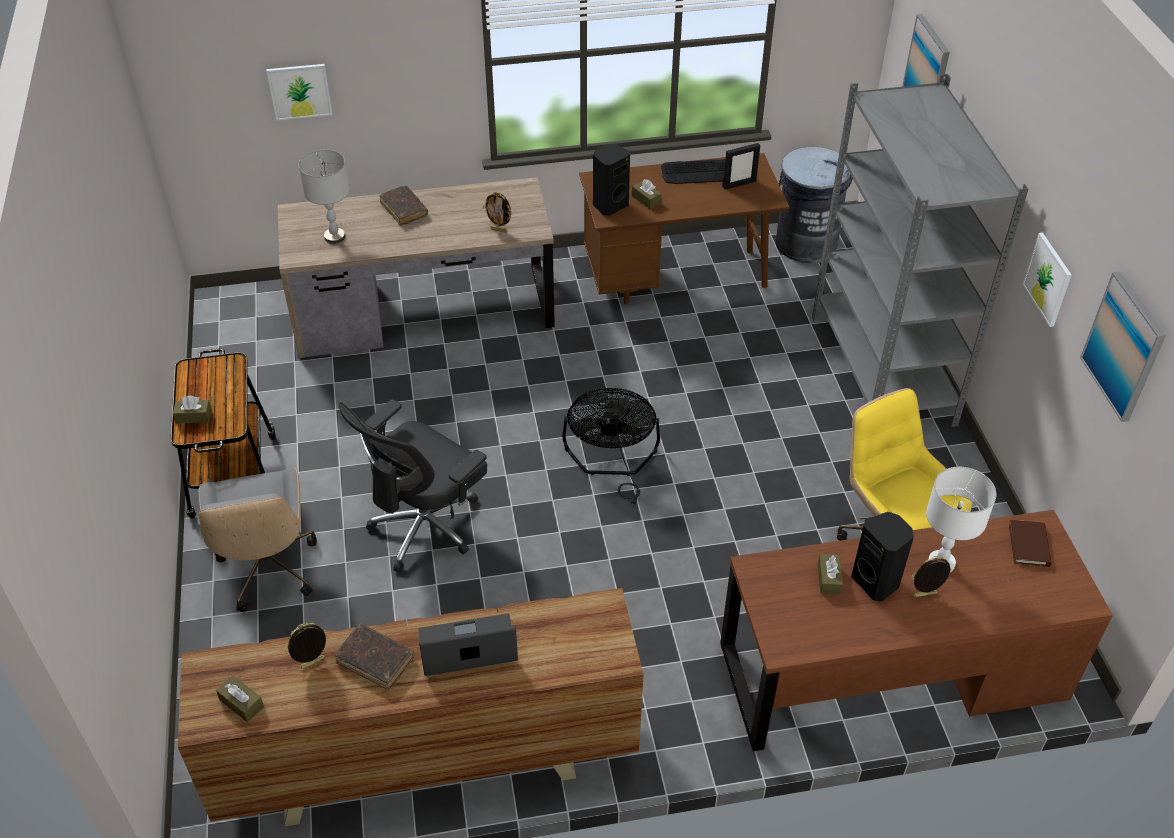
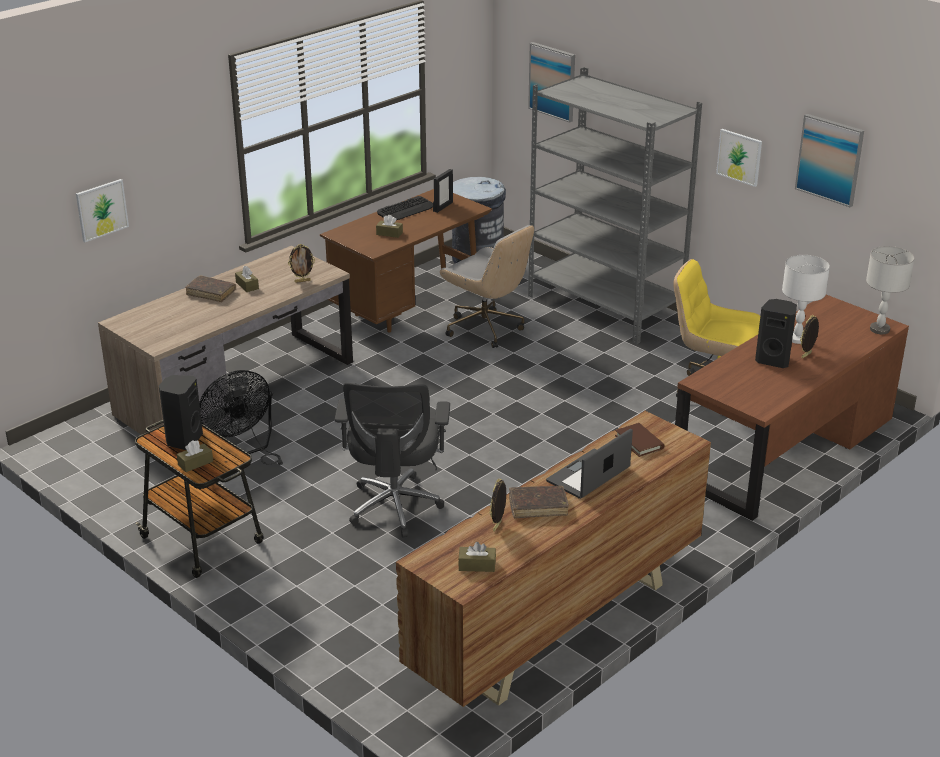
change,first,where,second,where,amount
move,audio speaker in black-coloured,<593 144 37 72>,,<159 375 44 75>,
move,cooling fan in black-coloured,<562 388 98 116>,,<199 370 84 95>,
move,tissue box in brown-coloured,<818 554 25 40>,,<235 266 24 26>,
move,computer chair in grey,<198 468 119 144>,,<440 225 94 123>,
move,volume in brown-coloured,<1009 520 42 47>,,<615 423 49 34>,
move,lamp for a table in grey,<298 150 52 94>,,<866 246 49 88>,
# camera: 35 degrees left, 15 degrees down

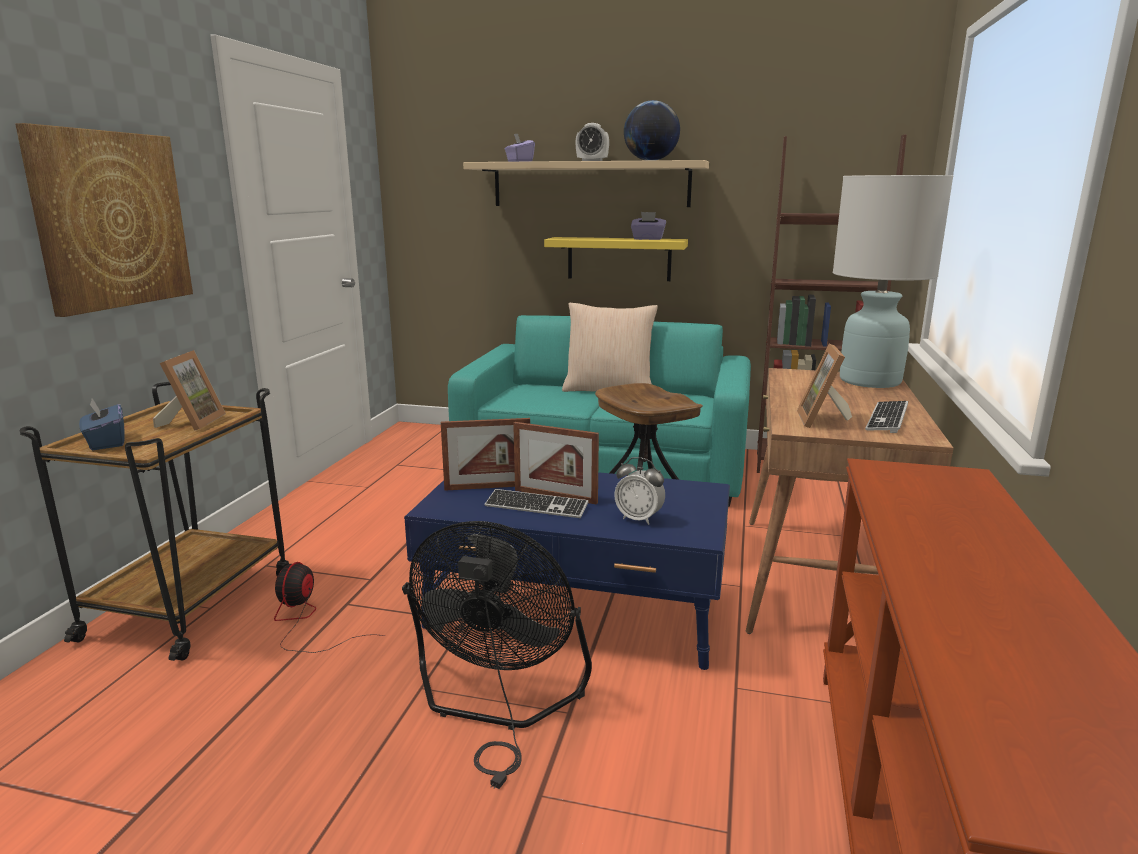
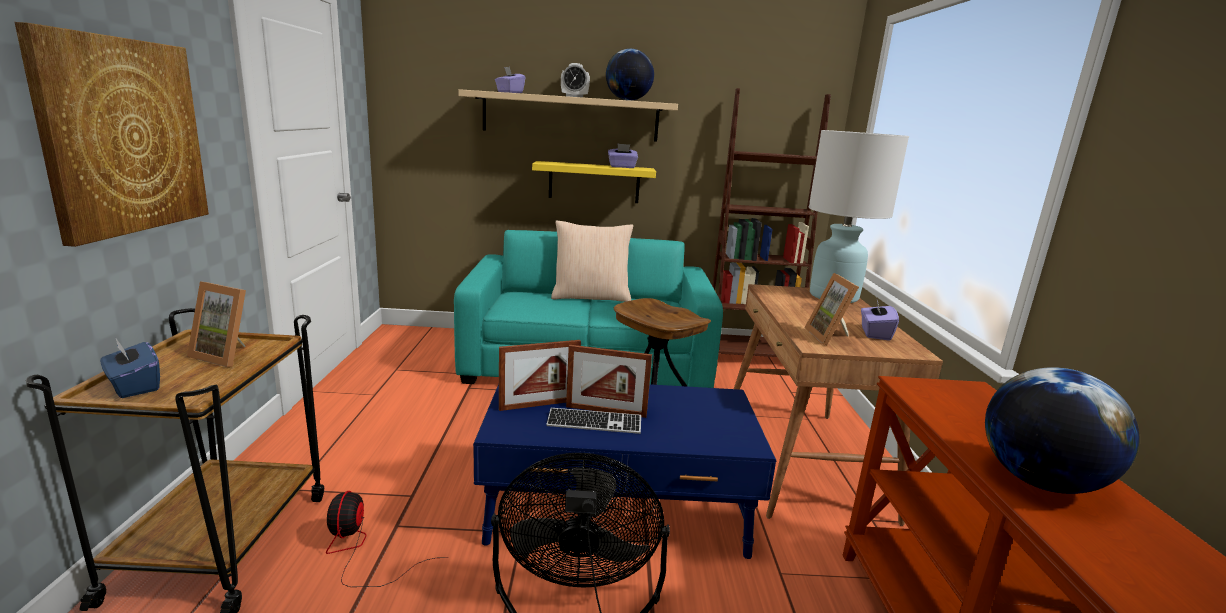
change,first,where,second,where,amount
rotate,photo frame,<153 350 73 81>,,<187 282 59 85>,120 degrees clockwise
replace,PC keyboard,<865 401 43 32>,tissue box in purplish,<861 301 38 40>,
insert,,,desk globe,<985 367 154 127>,
delete,table clock,<614 457 51 68>,,,
# camera: 15 degrees left, 0 degrees up

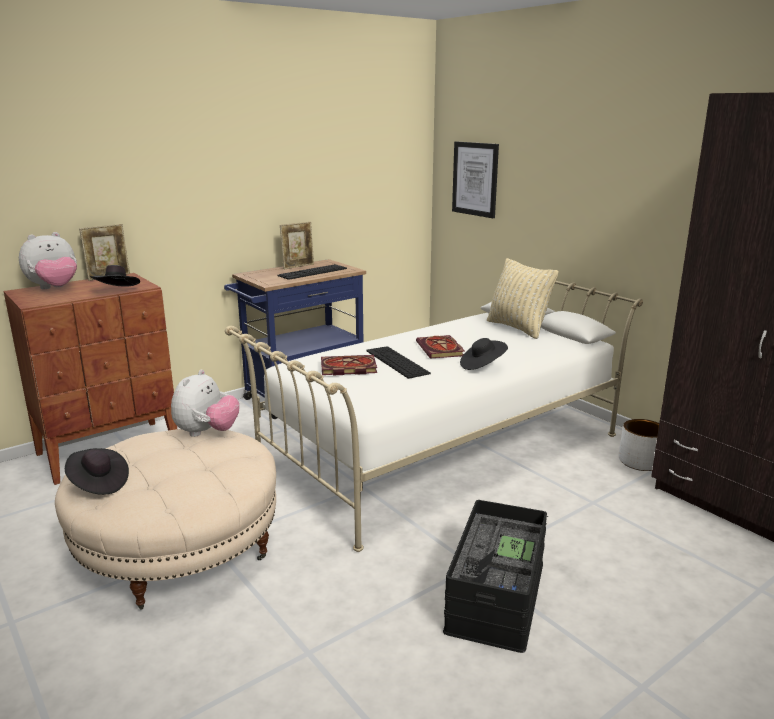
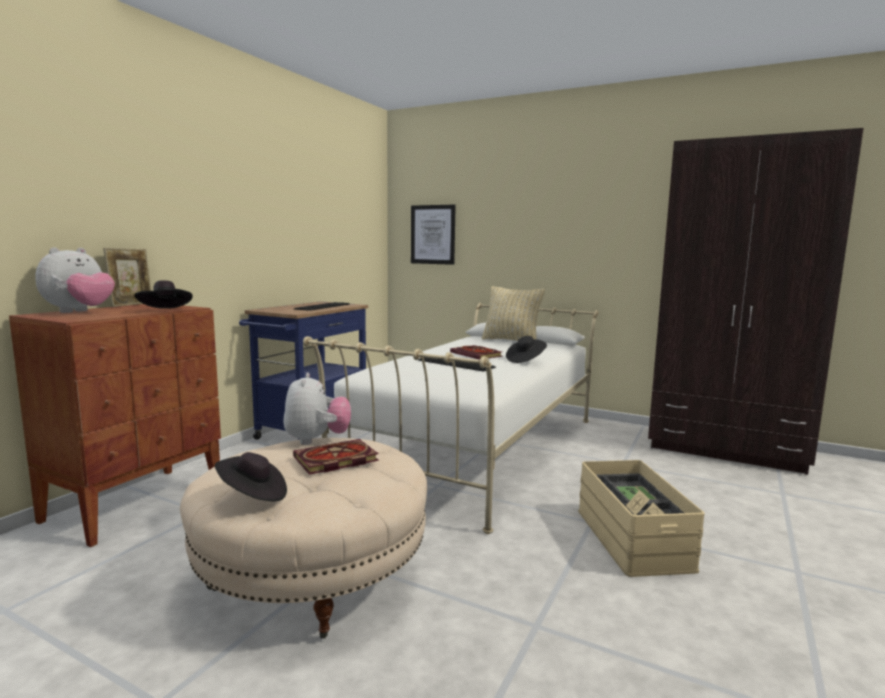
change,first,where,second,where,amount
move,volume,<321 355 56 20>,,<293 439 86 36>,
recolor,storage container in black-coloured,<443 500 105 153>,storage container in beige-coloured,<578 460 127 117>,
delete,photo frame,<280 222 34 47>,,,
delete,plant pot in white-coloured,<619 419 40 52>,,,
# camera: 25 degrees left, 10 degrees down

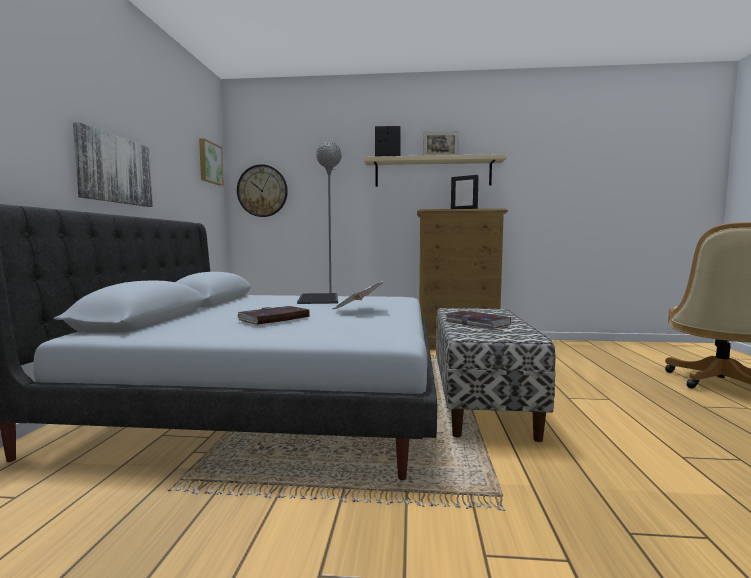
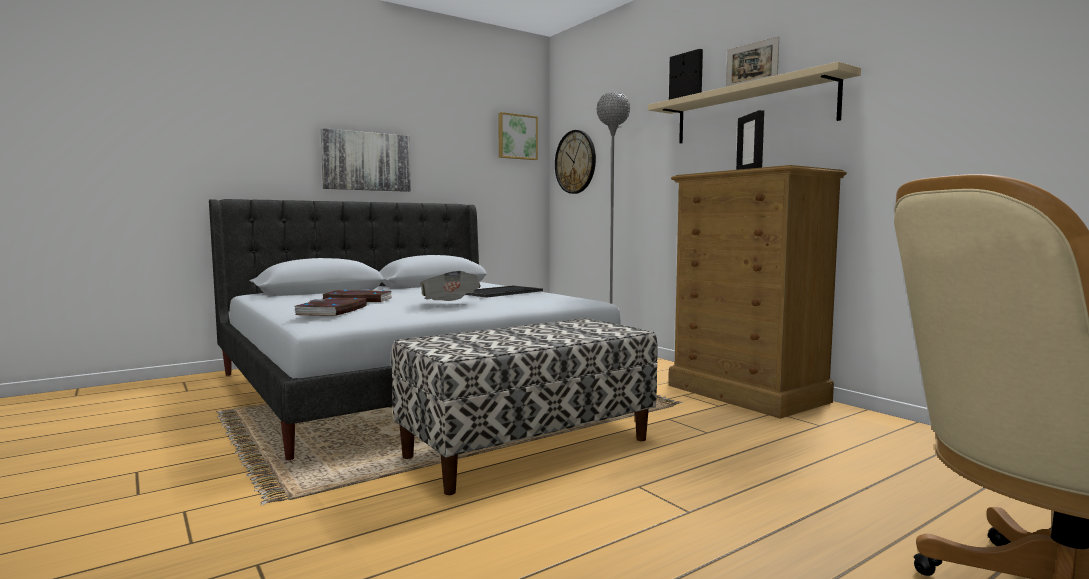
change,first,where,second,where,amount
move,volume,<444 311 67 18>,,<293 298 74 18>,
# camera: 50 degrees right, 0 degrees up

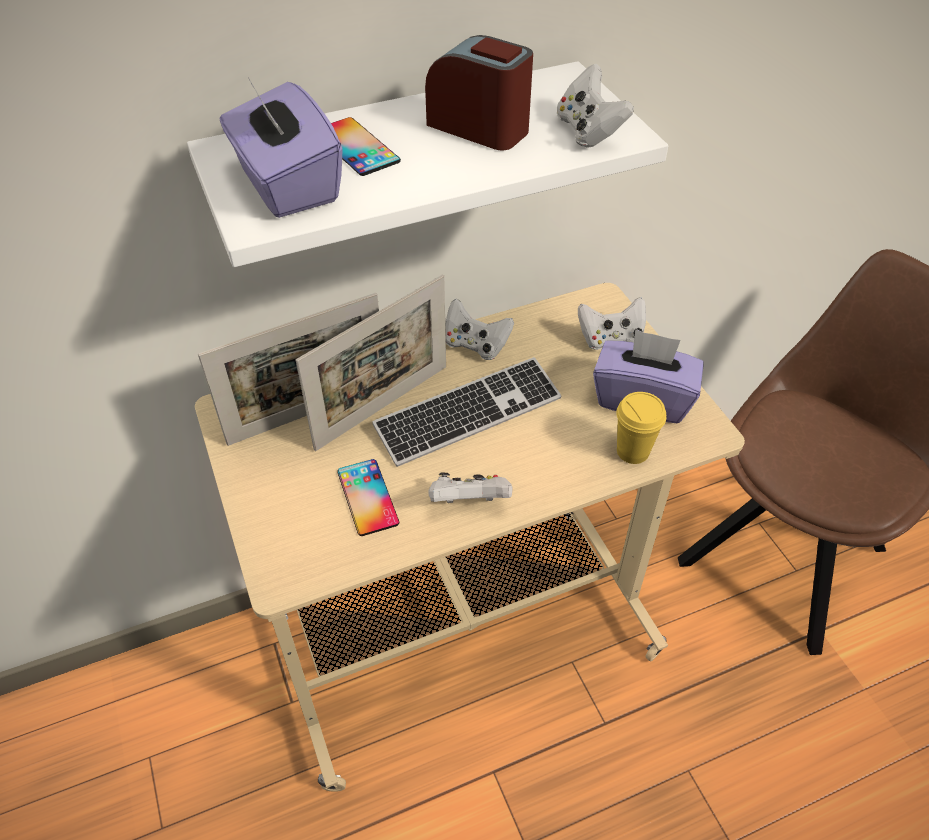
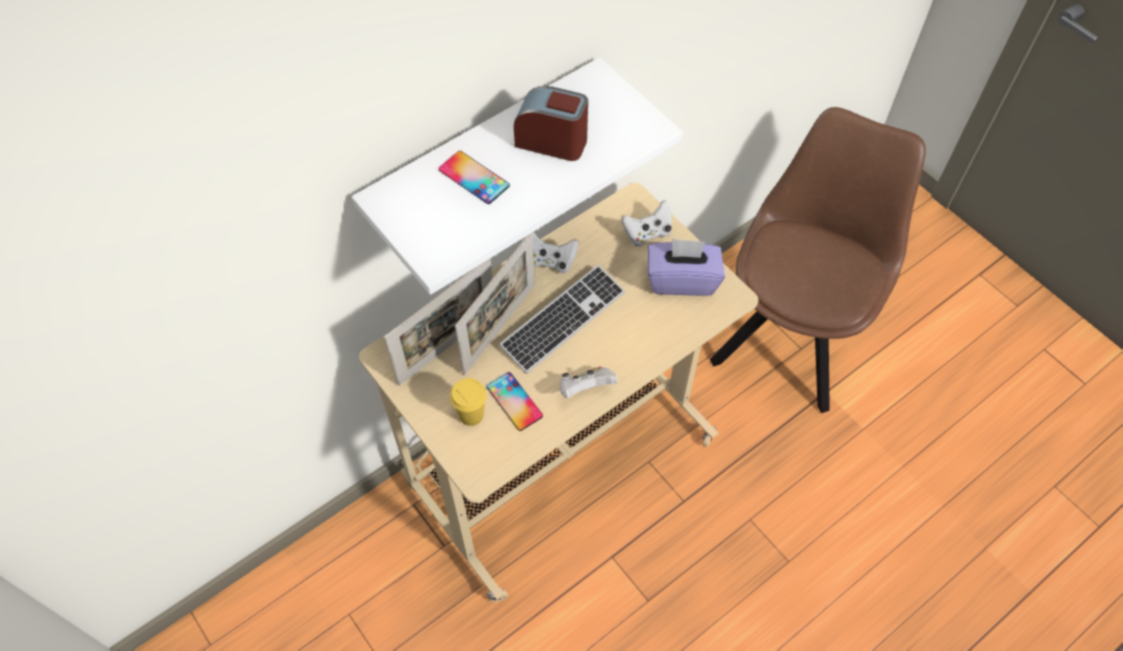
change,first,where,second,where,amount
move,drinking cup in yellowish,<616 392 50 72>,,<450 378 37 48>,
delete,tissue box in purplish,<219 78 124 140>,,,
delete,gamepad in white-coloured,<557 64 77 84>,,,
# camera: 15 degrees left, 10 degrees up

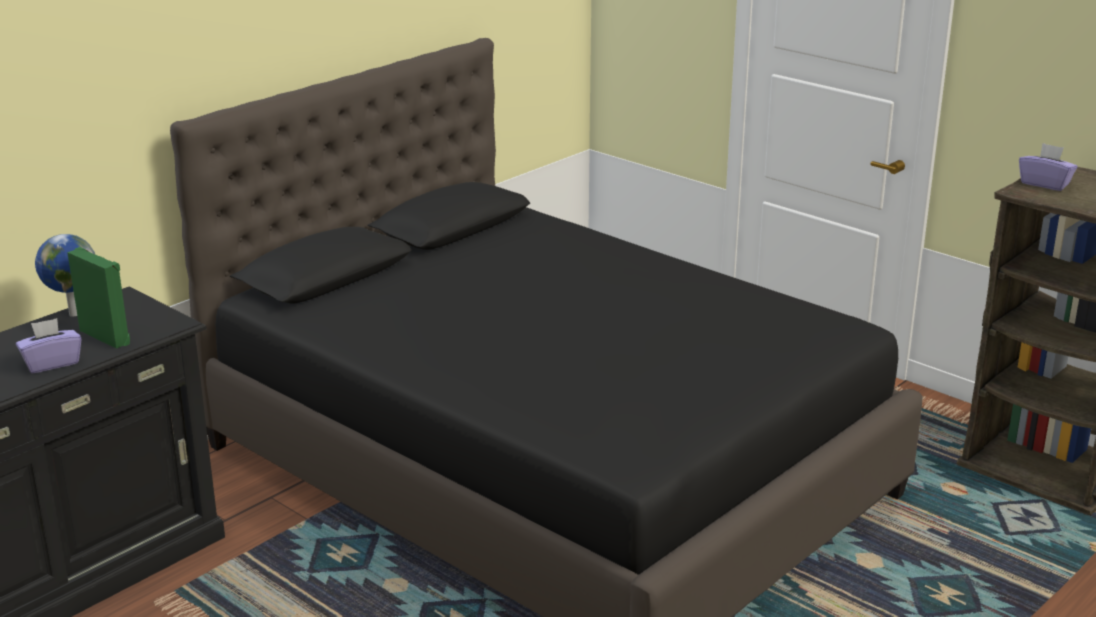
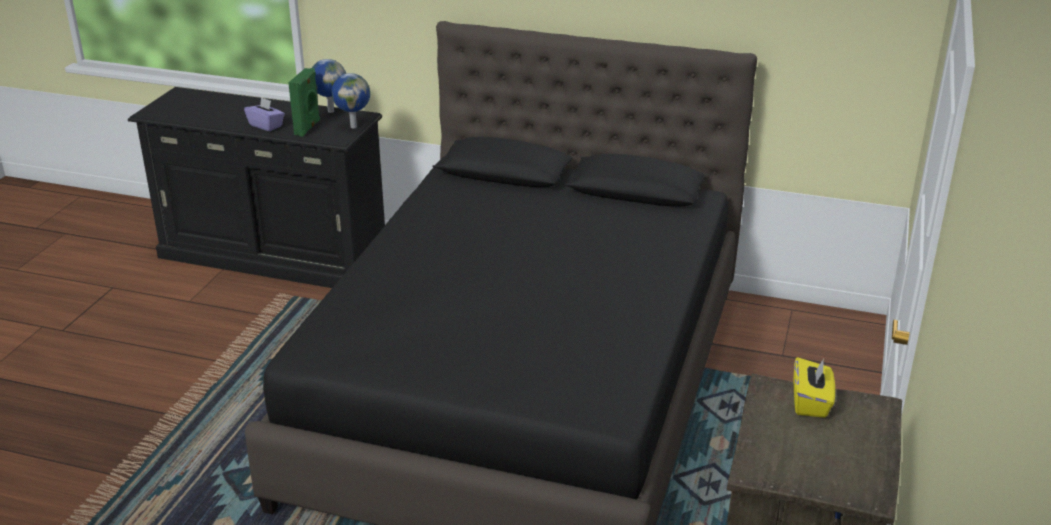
change,first,where,second,where,amount
insert,,,desk globe,<332 73 38 55>,
recolor,tissue box in purplish,<1019 143 59 48>,tissue box in yellowish,<794 357 41 61>,
# camera: 65 degrees right, 5 degrees up

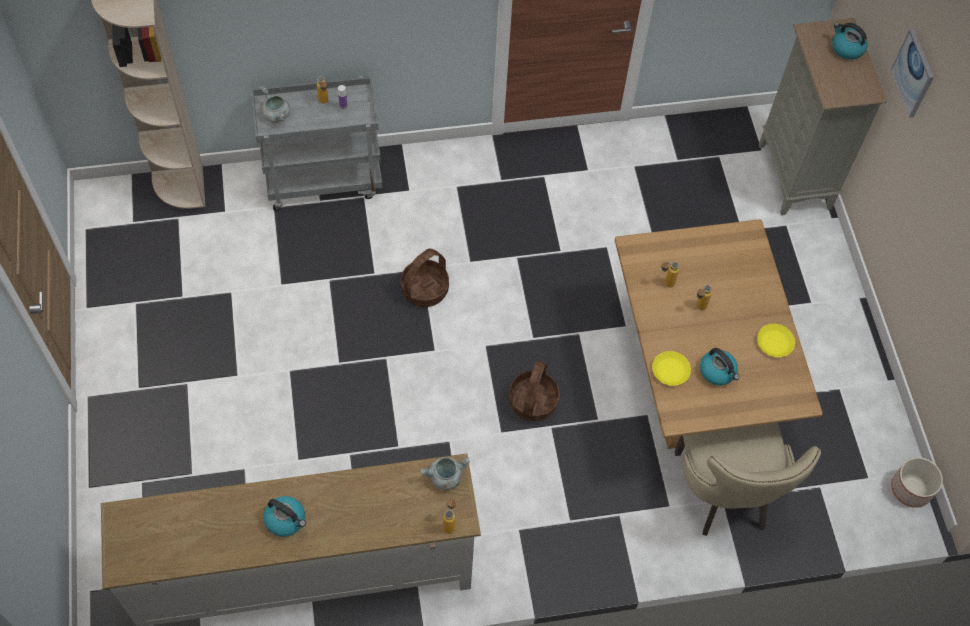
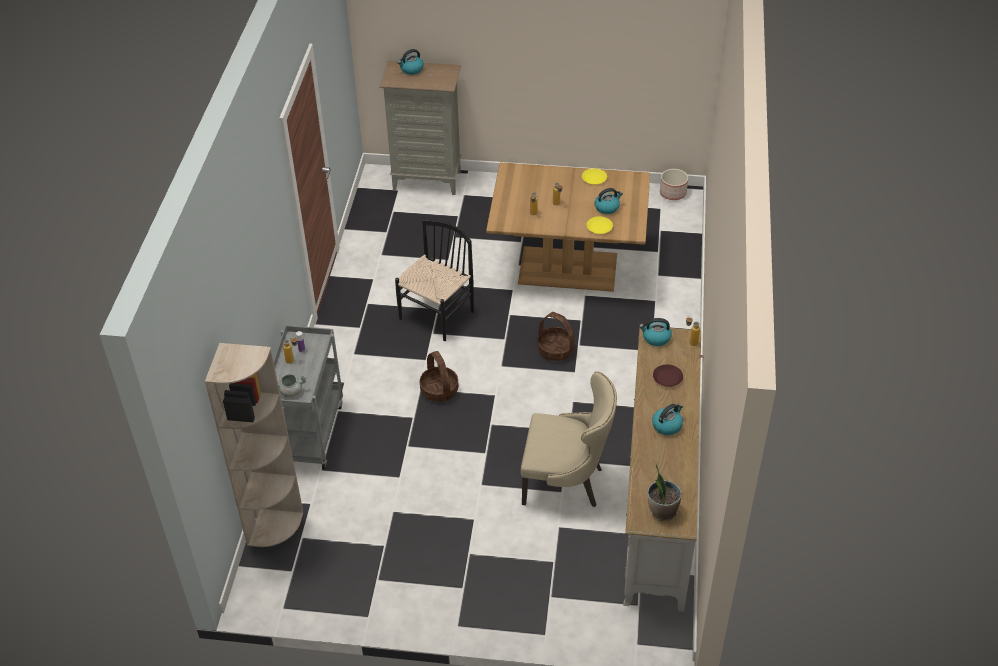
change,first,where,second,where,amount
insert,,,chair in black-coloured,<395 219 79 122>,
move,chair in beige-coloured,<675 422 146 114>,,<521 372 96 135>,
replace,cooking pot in grey,<420 457 50 33>,tea kettle,<639 318 33 28>,
insert,,,potted plant,<648 464 34 57>,
insert,,,plate in brown-coloured,<653 364 30 23>,
delete,picture,<891 29 43 89>,,,
# camera: 70 degrees left, 15 degrees down

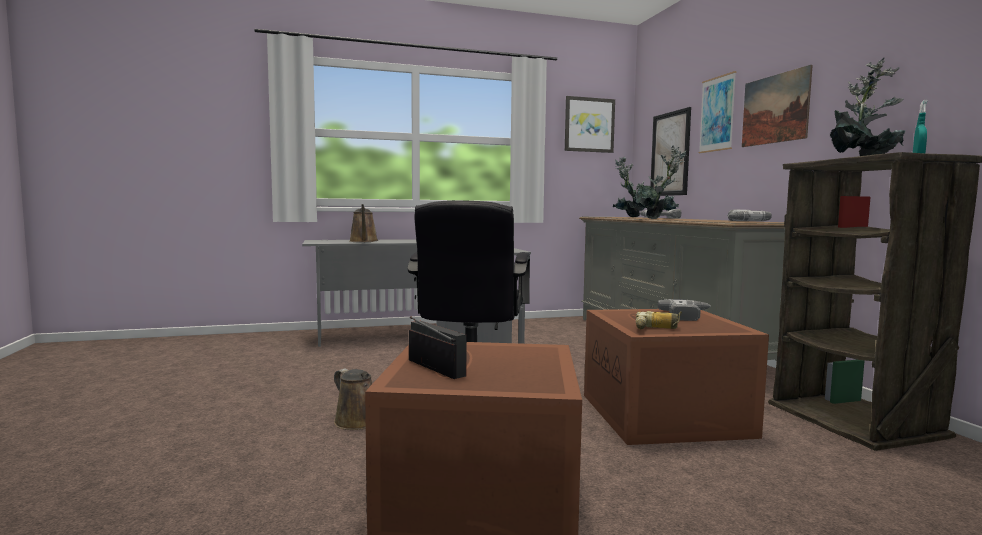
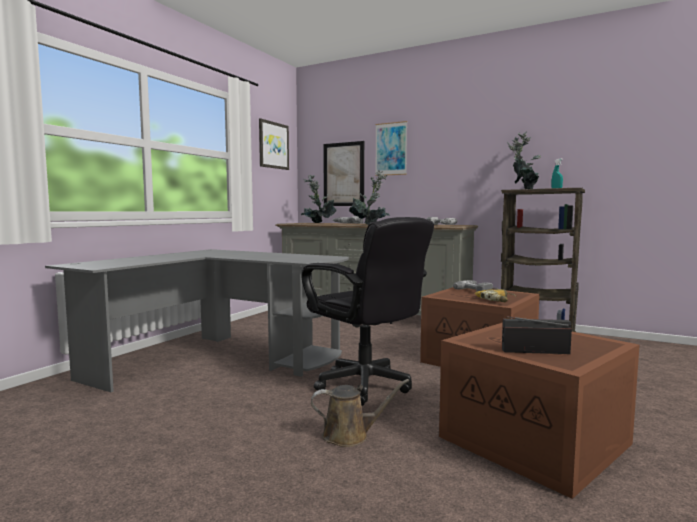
change,first,where,second,where,amount
delete,watering pot in brown-coloured,<349 204 29 38>,,,
delete,picture,<742 65 71 82>,,,
# camera: 45 degrees left, 0 degrees up

